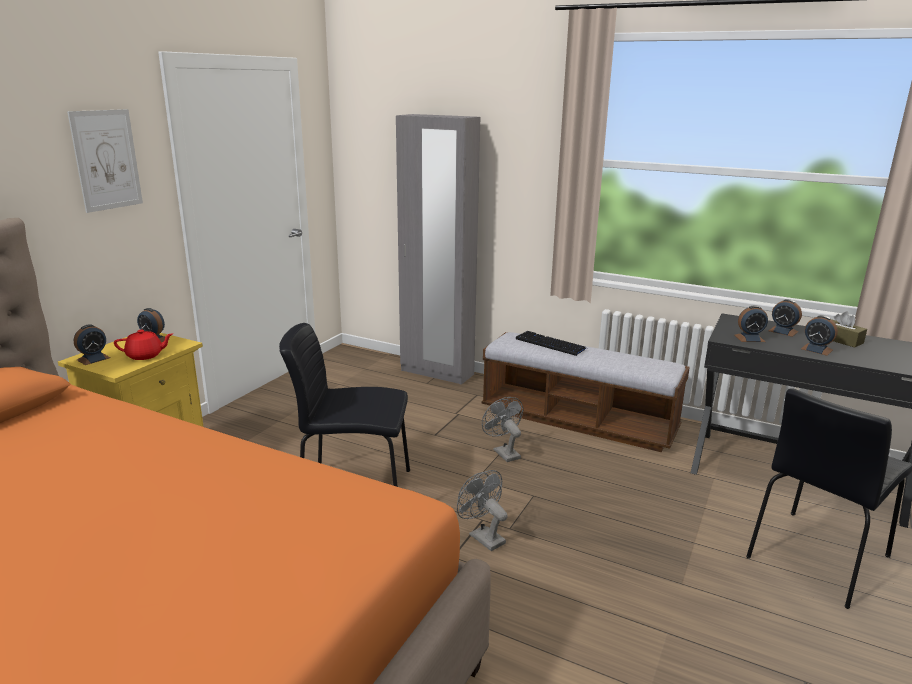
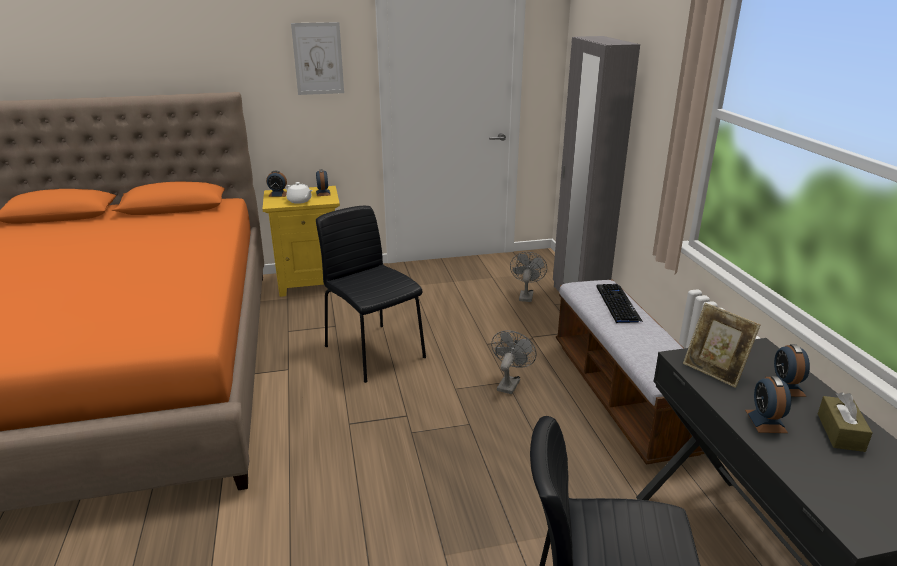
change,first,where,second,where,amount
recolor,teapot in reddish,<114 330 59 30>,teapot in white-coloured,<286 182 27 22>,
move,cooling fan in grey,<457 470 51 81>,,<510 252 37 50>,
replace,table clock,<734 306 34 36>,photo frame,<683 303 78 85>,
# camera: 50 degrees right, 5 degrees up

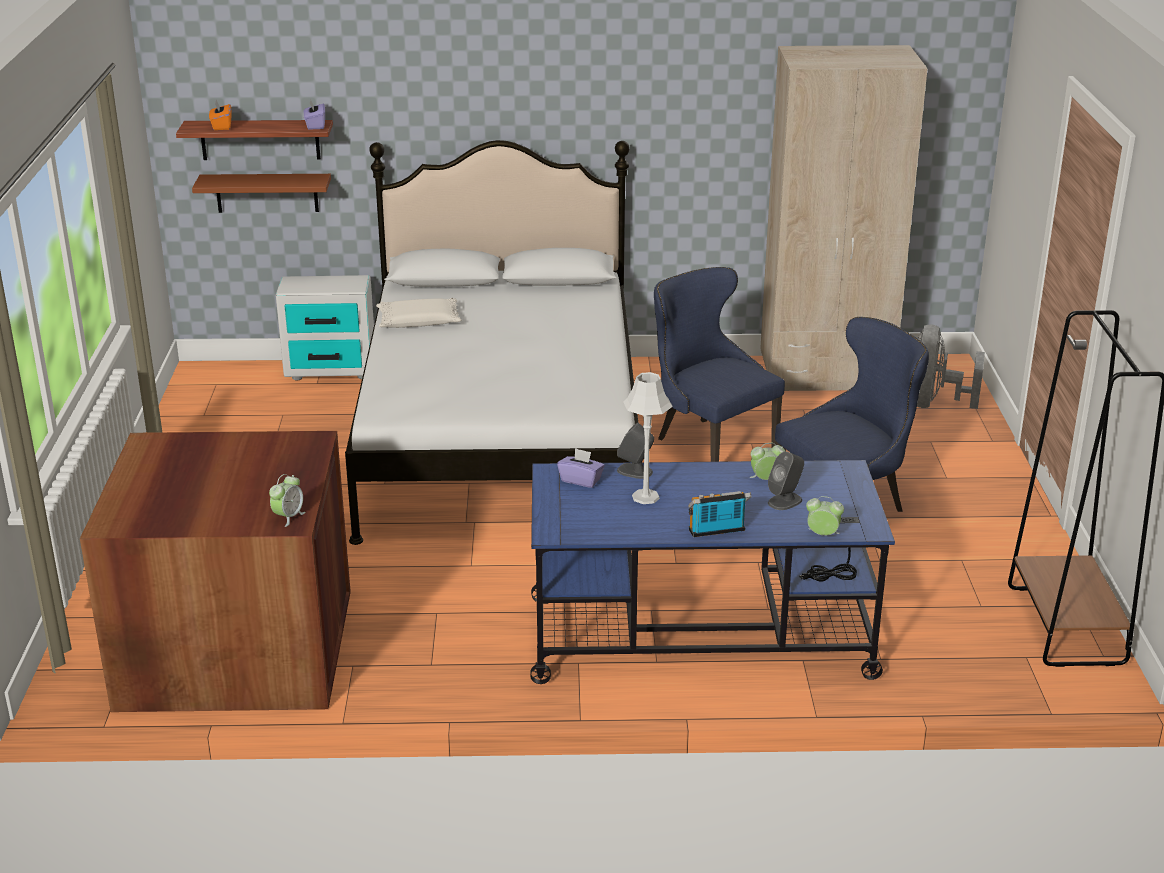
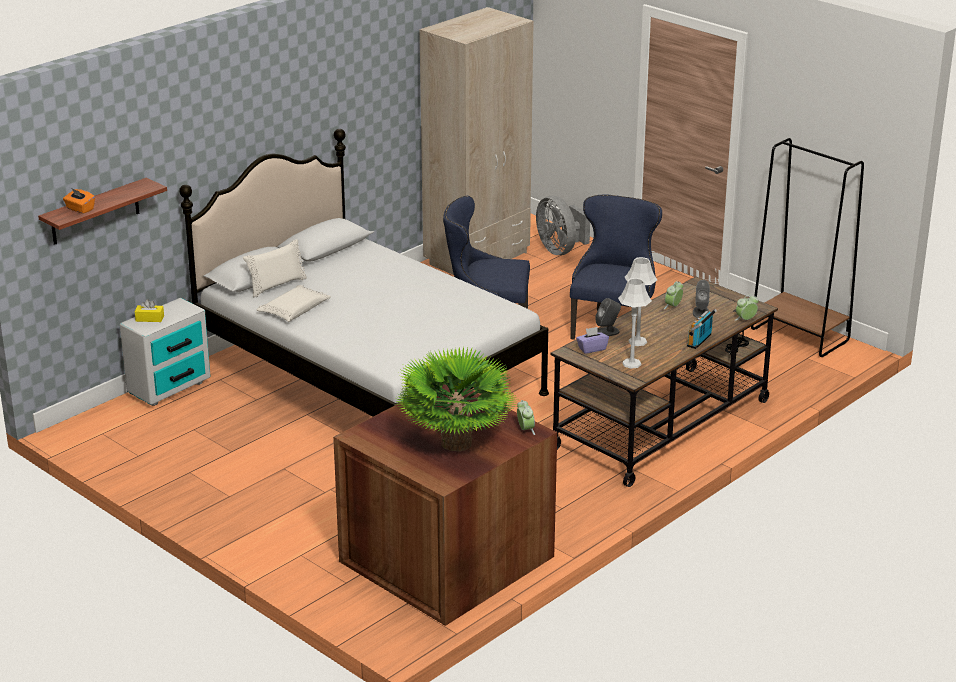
change,first,where,second,where,amount
insert,,,tissue box in yellowish,<135 299 29 23>,
insert,,,cushion in white-coloured,<243 239 64 58>,
insert,,,potted plant,<396 347 121 104>,
recolor,desk in blue-coloured,<530 460 365 224>,desk in brown-coloured,<551 277 227 210>,
insert,,,lamp for a table in grey,<618 278 34 91>,
delete,shelf in brown-coloured,<192 174 139 39>,,,
delete,tissue box in purplish,<303 99 22 31>,,,
# camera: 45 degrees left, 0 degrees up

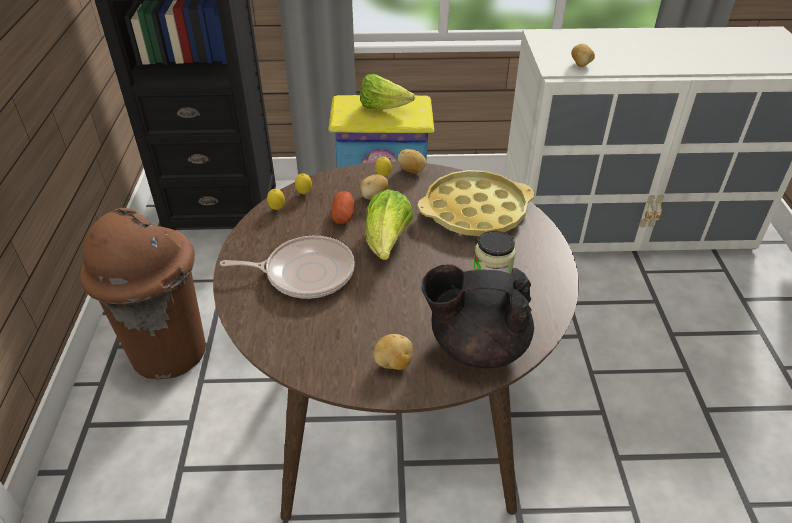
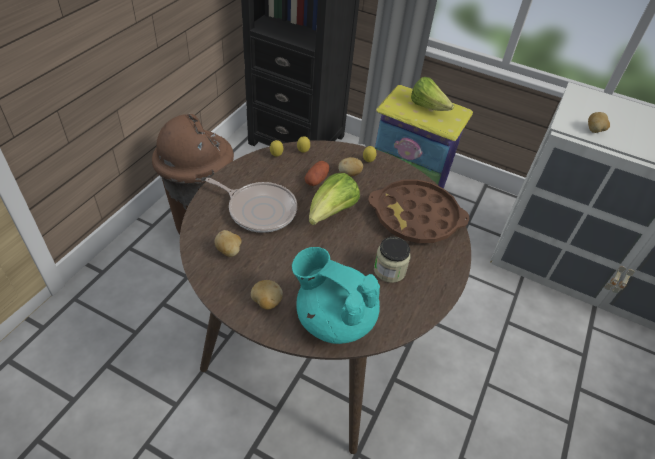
change,first,where,second,where,amount
move,potato,<398 149 28 24>,,<214 230 28 27>,
recolor,teapot in black-coloured,<422 264 112 104>,teapot in blue-green,<292 247 88 97>,
recolor,carrying tray in yellowish,<418 170 117 66>,carrying tray in brown-coloured,<368 179 101 64>,
# camera: 25 degrees right, 5 degrees up

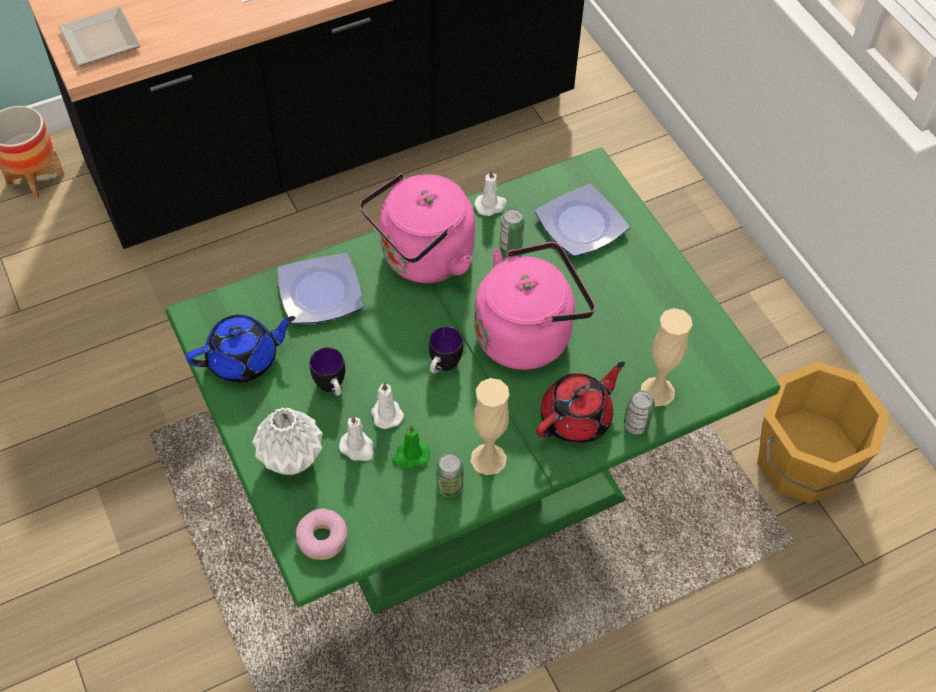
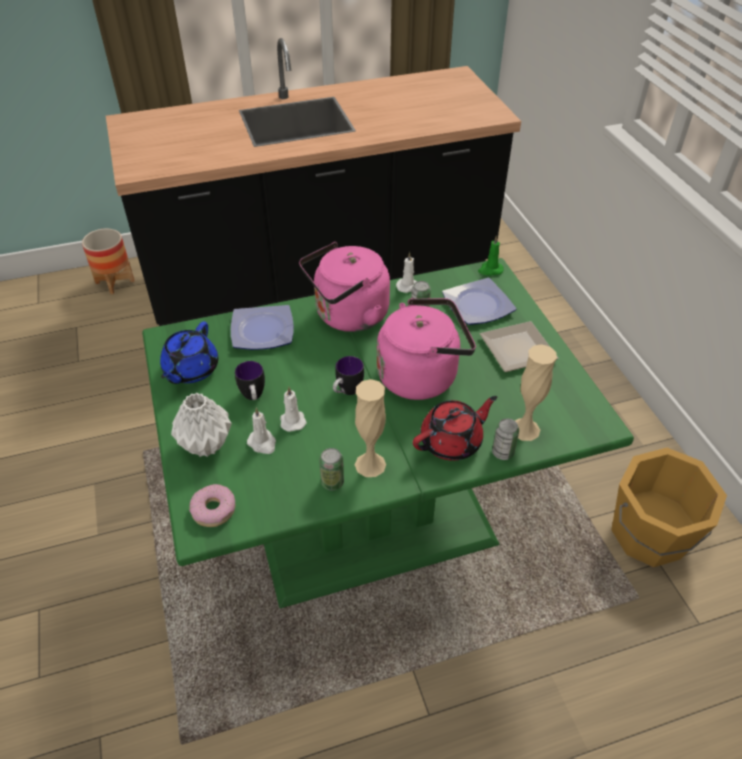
change,first,where,second,where,amount
rotate,teapot in blue-coloured,<186 315 110 68>,,<160 322 58 62>,120 degrees clockwise
move,wax candle in greenish,<392 424 38 46>,,<478 235 26 41>,
move,plate,<58 7 83 59>,,<480 321 78 51>,
# camera: 10 degrees right, 10 degrees down

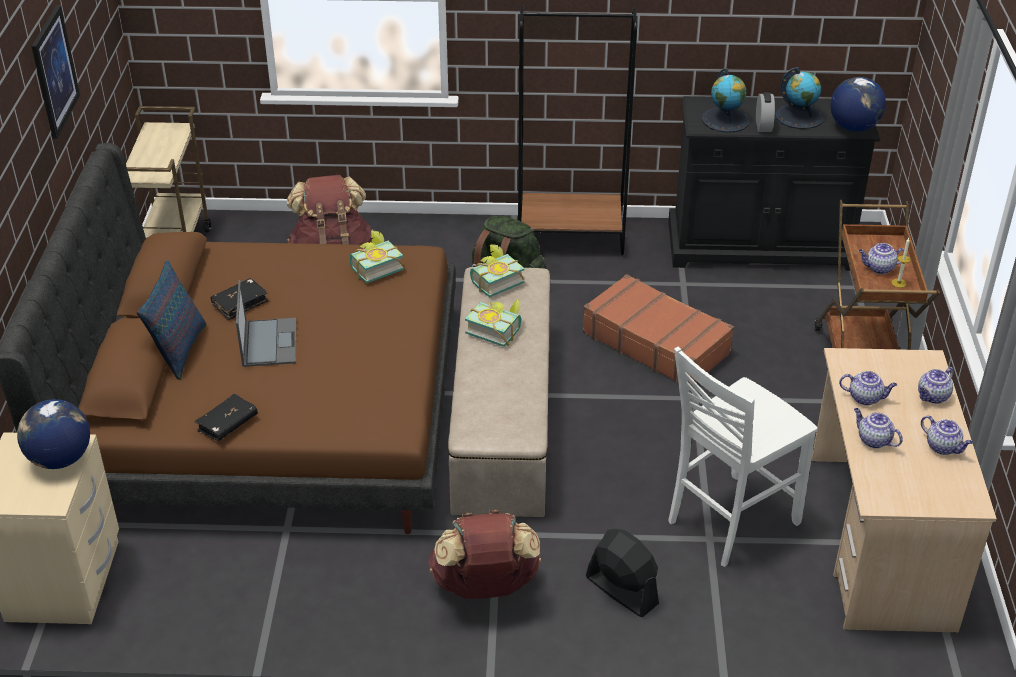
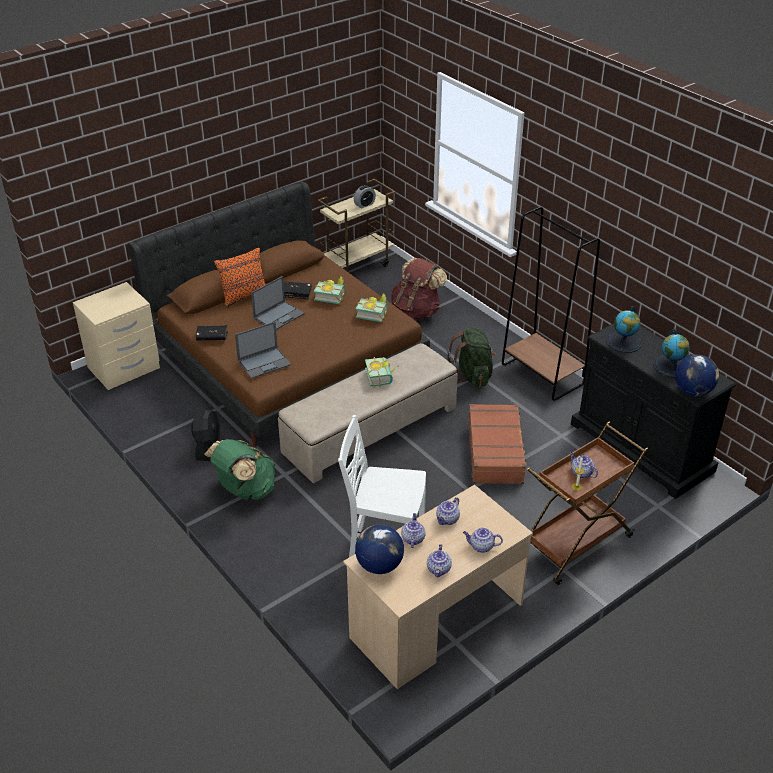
change,first,where,second,where,amount
move,cooling fan in black-coloured,<586 529 73 88>,,<191 409 29 52>,
recolor,rucksack in brown-coloured,<428 510 114 89>,rucksack in greenish,<204 439 71 61>,
recolor,cushion in blue-coloured,<137 260 70 120>,cushion in orange-coloured,<214 248 52 61>,
insert,,,notebook computer,<235 321 56 58>,
move,volume,<470 244 55 53>,,<314 276 31 28>,
move,table clock,<756 92 19 40>,,<354 185 22 23>,
move,desk globe,<17 399 73 70>,,<355 525 49 49>,
rotate,teapot,<839 371 58 34>,,<436 497 24 28>,60 degrees clockwise
delete,picture,<31 5 49 134>,,,
# camera: 50 degrees right, 0 degrees up

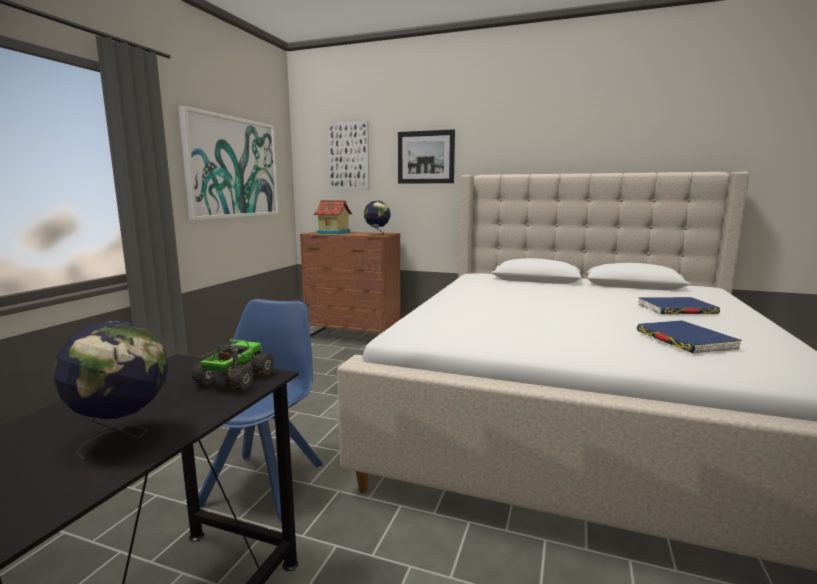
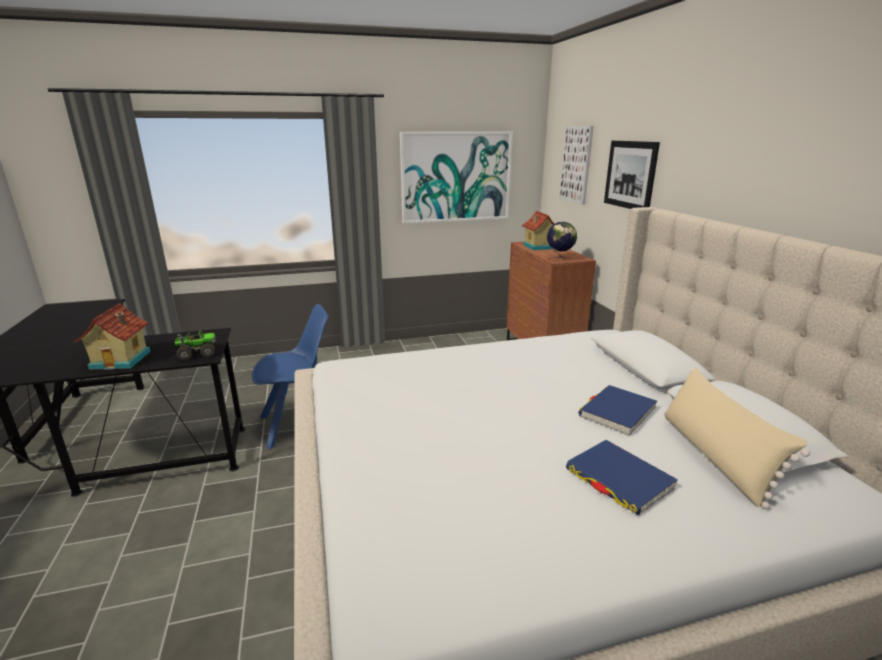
change,first,where,second,where,amount
replace,desk globe,<53 321 115 138>,miniature house,<74 303 77 67>,
move,volume in blue-coloured,<637 320 105 33>,,<578 385 79 51>,
insert,,,cushion in beige-coloured,<664 367 146 143>,
# camera: 55 degrees right, 10 degrees up

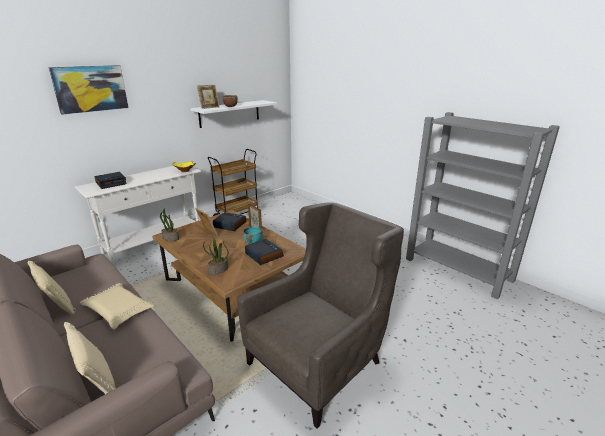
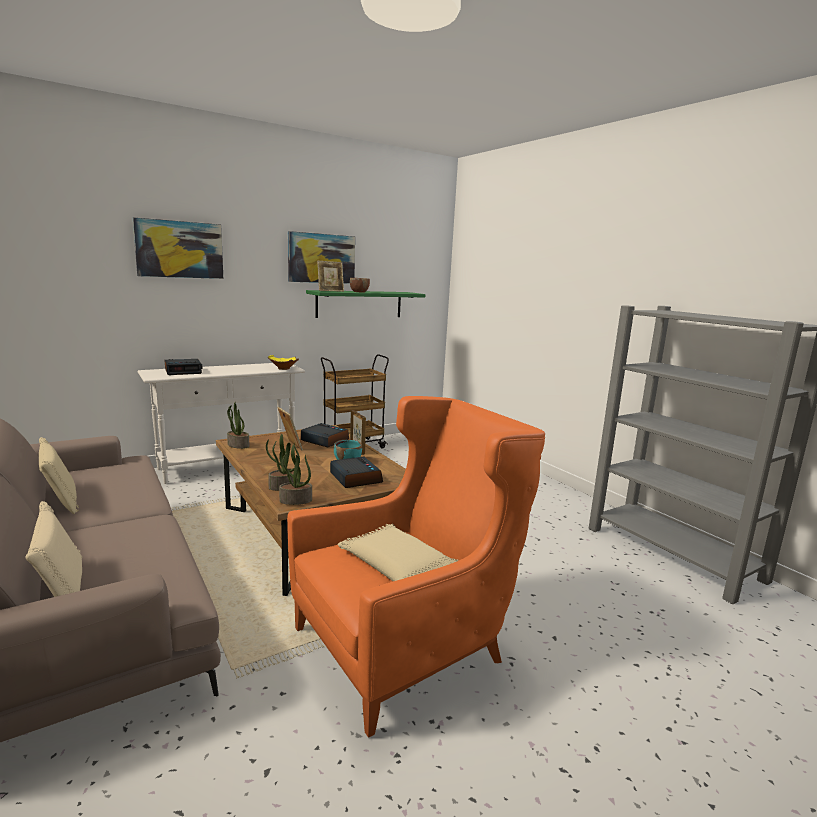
change,first,where,second,where,amount
insert,,,potted plant,<279 445 33 60>,
recolor,easy chair in grey,<237 202 167 226>,easy chair in orange-coloured,<287 396 258 342>,
insert,,,picture,<288 231 67 53>,
recolor,shelf in white-coloured,<191 100 86 28>,shelf in greenish,<306 290 119 28>,
move,cushion in beige-coloured,<80 283 75 47>,,<338 524 121 57>,
# camera: 10 degrees right, 10 degrees down

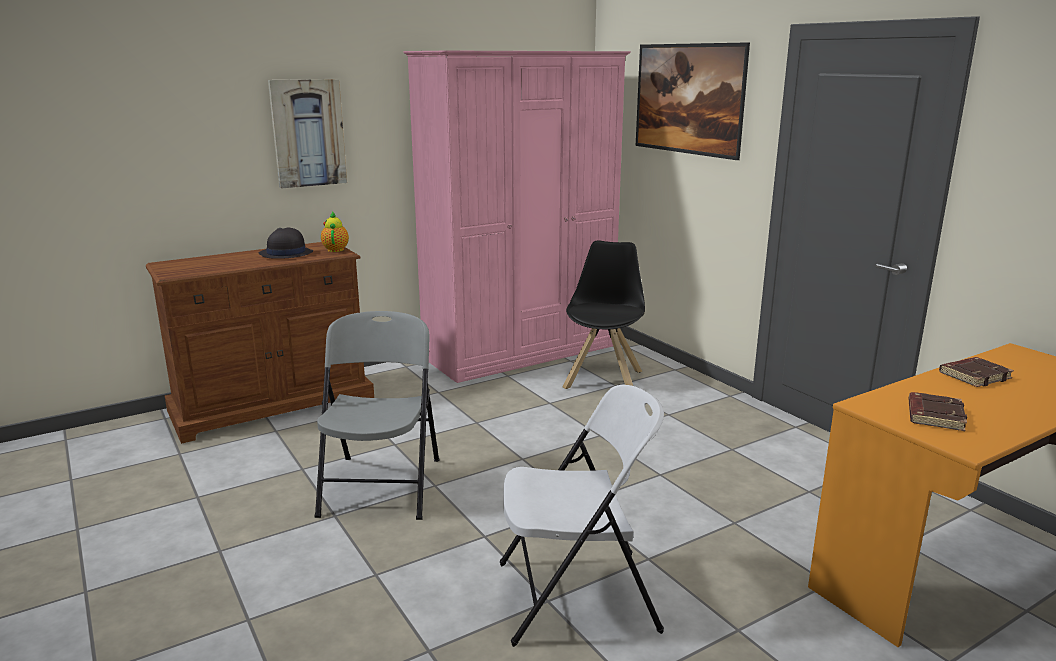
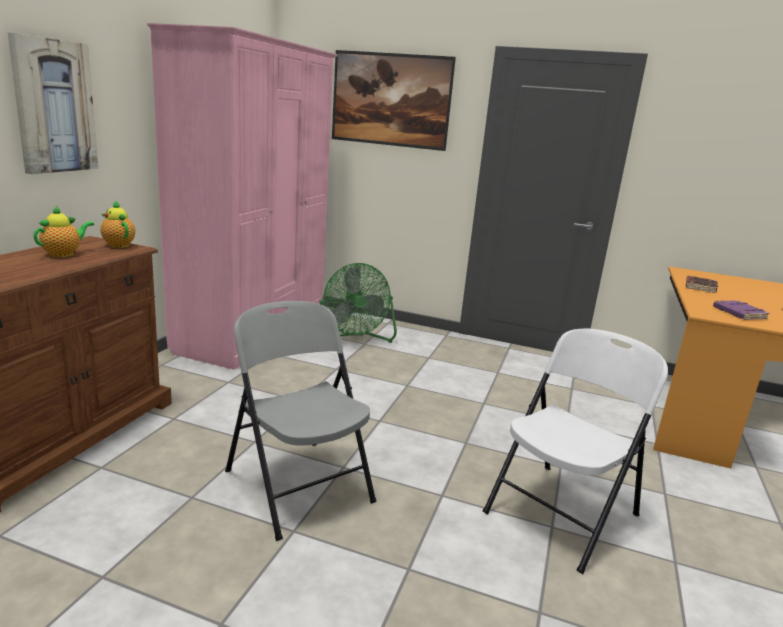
change,first,where,second,where,amount
replace,wearable hat in black-coloured,<258 228 55 31>,teapot,<34 206 60 51>,
replace,chair in black-coloured,<562 240 83 149>,cooling fan in greenish,<320 263 77 80>,
recolor,volume in brown-coloured,<908 392 59 39>,volume in purplish,<713 301 57 19>,
# camera: 40 degrees left, 0 degrees up

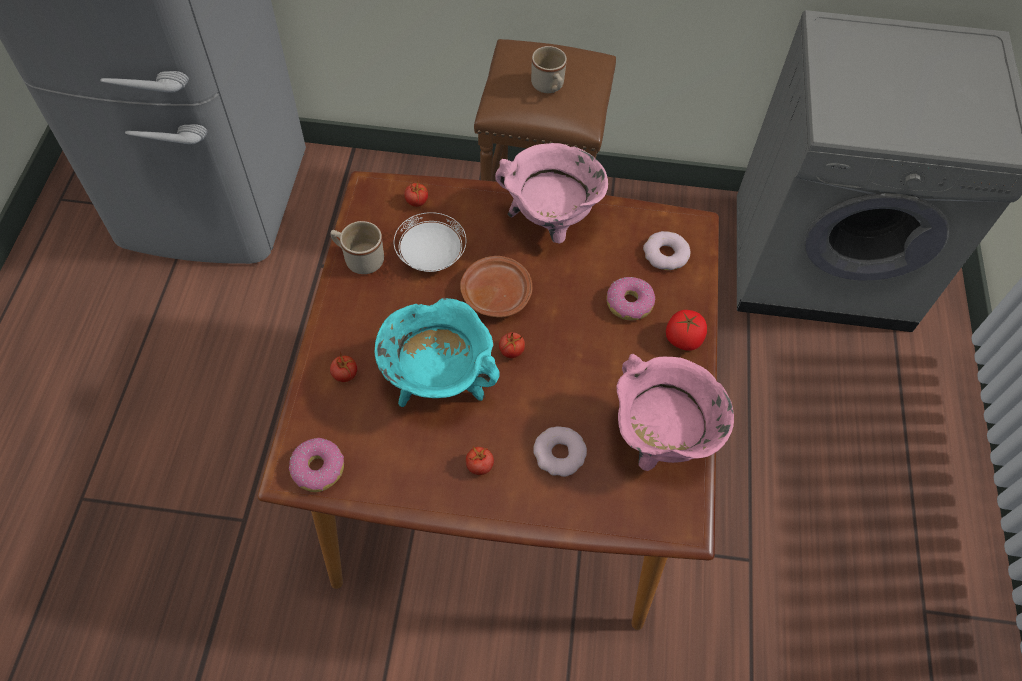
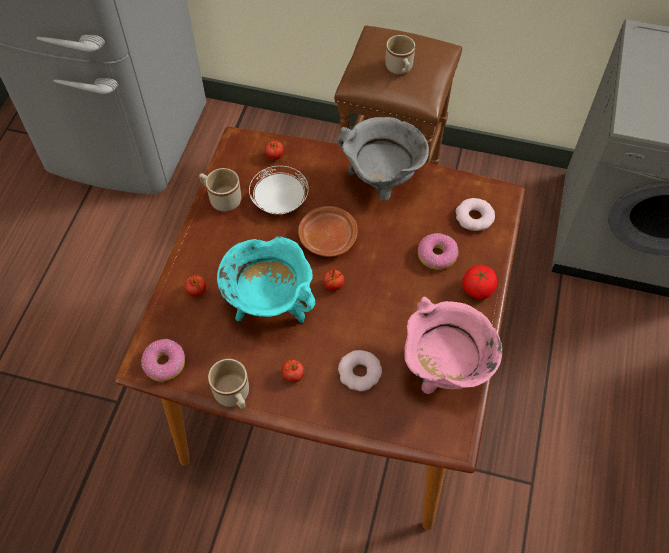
change,first,where,second,where,amount
insert,,,tea mug in beige-coloured,<208 359 41 50>,
recolor,cooking pot in pink,<495 143 113 101>,cooking pot in grey,<337 117 92 84>,
# camera: 10 degrees right, 0 degrees up

